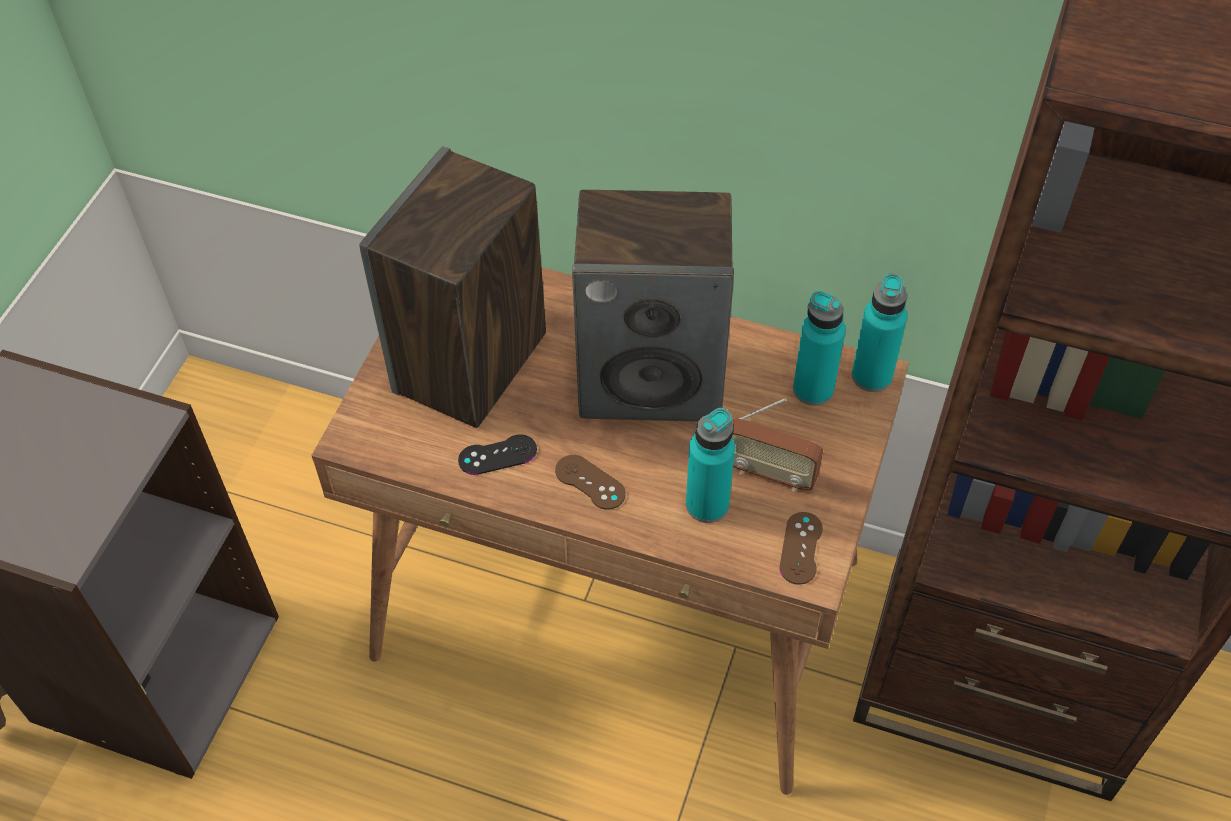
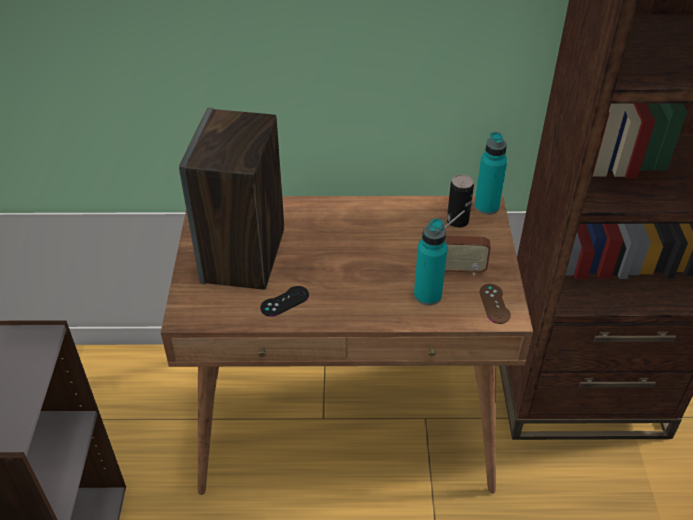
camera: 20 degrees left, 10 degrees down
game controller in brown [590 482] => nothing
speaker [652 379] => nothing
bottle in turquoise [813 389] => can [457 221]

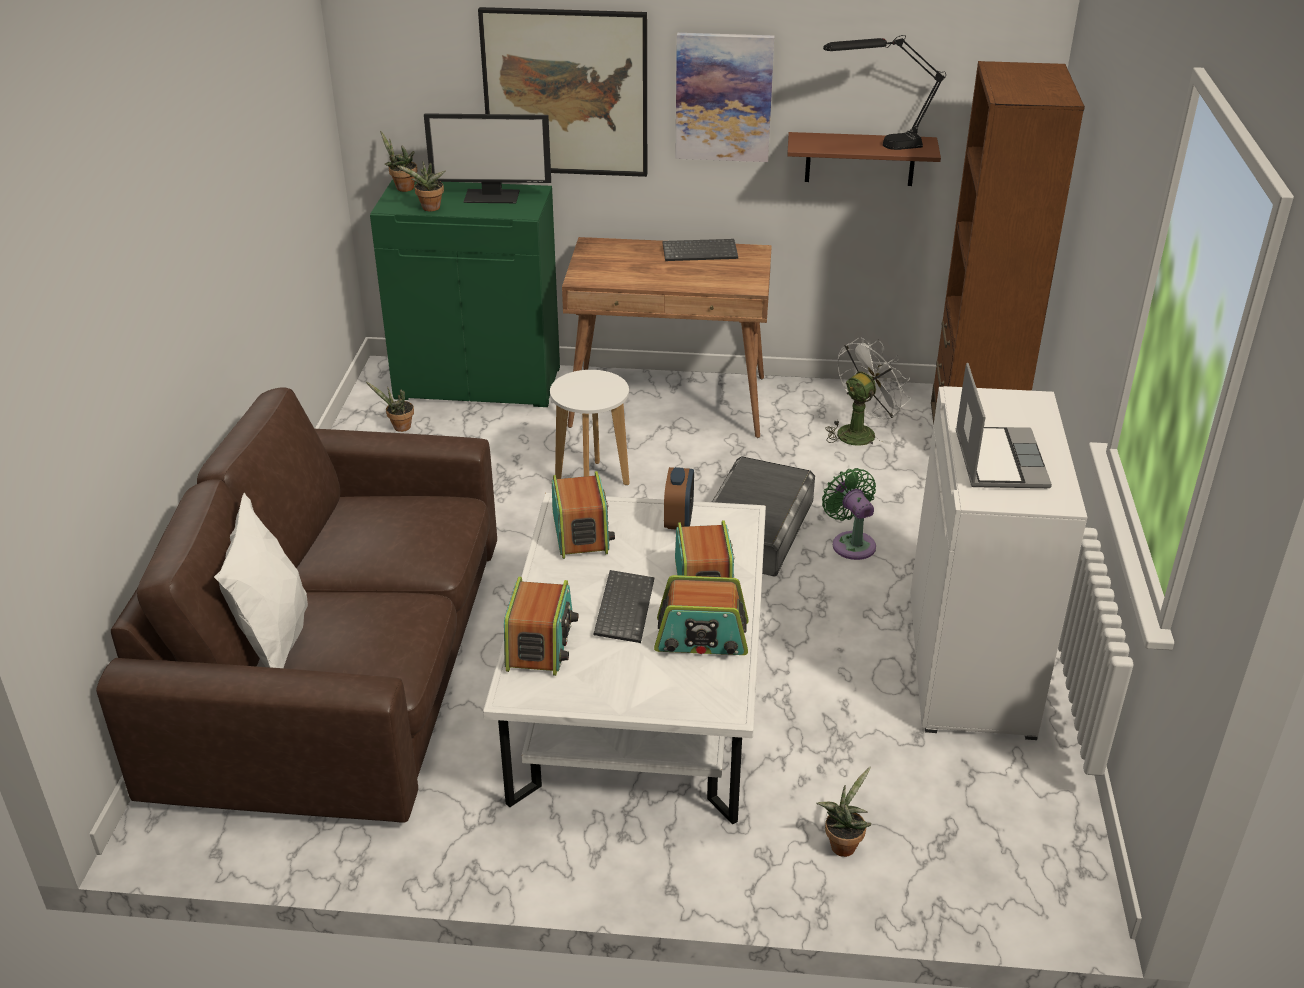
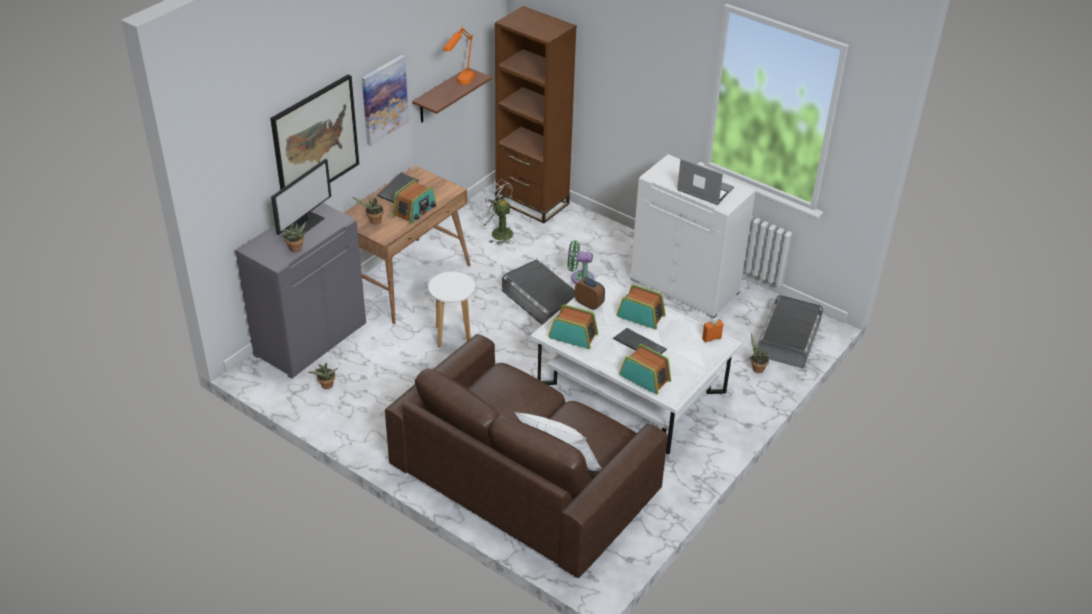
camera: 60 degrees left, 5 degrees up
cabinet in green [479 382] => cabinet in grey [310 339]
potted plant [402 188] => potted plant [374 222], moved
radio [701 637] => radio [415 211], moved
table lamp in black [877 146] => table lamp in orange [460 86]
fan in white [861 432] => fan in white [497 233], 45 degrees counterclockwise
nothing => bottle in orange [711 338]
nothing => storage box in grey [789 338]

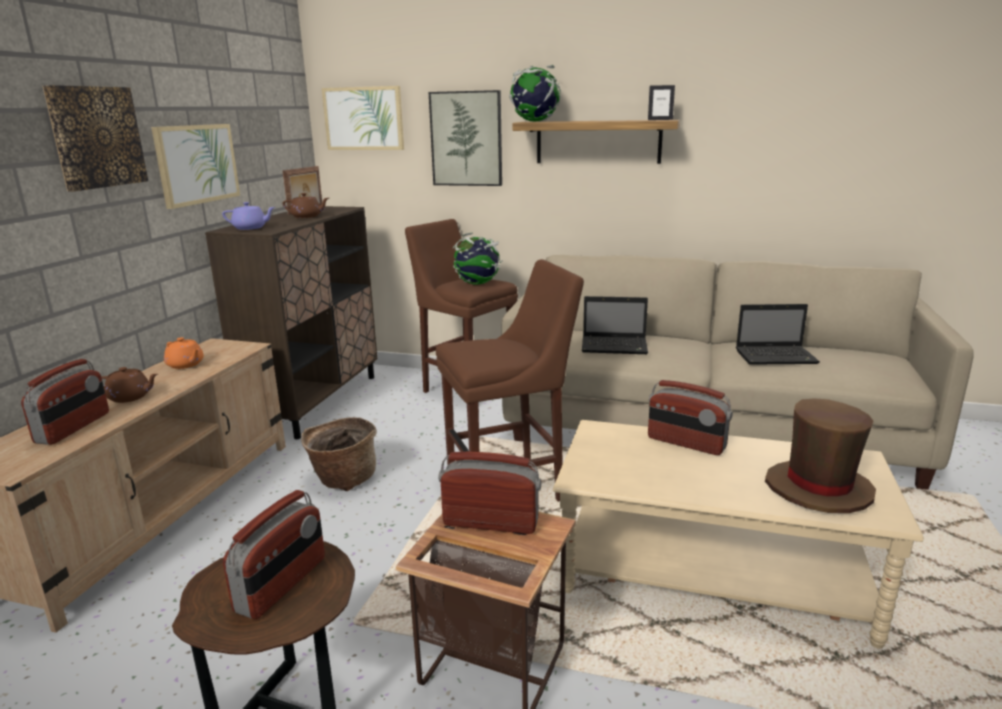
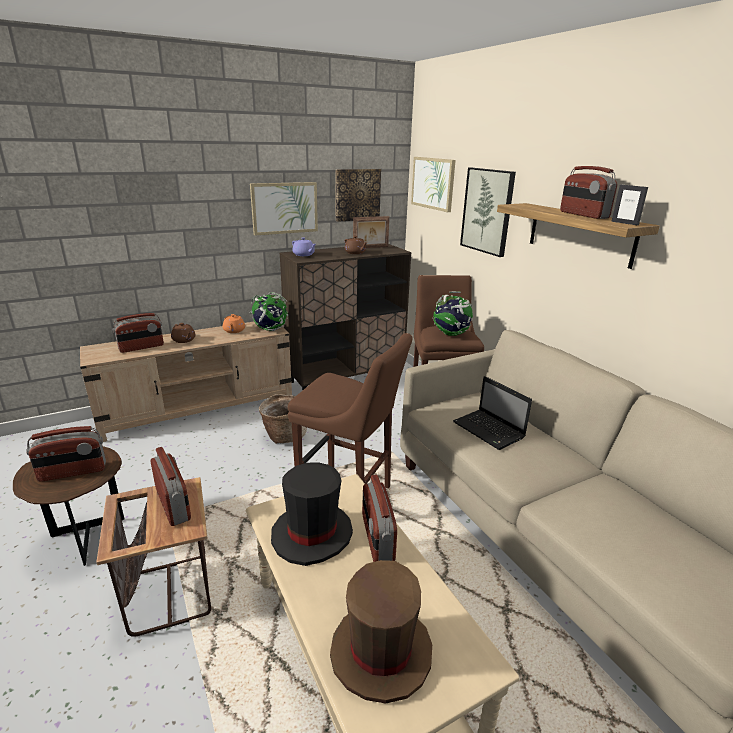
camera: 45 degrees right, 5 degrees up
picture [96 137] => picture [357 194], moved
globe [534 121] => globe [270 329], moved
laptop [777 357] => nothing
nothing => hat in black [312 534]
nothing => radio [583 215]

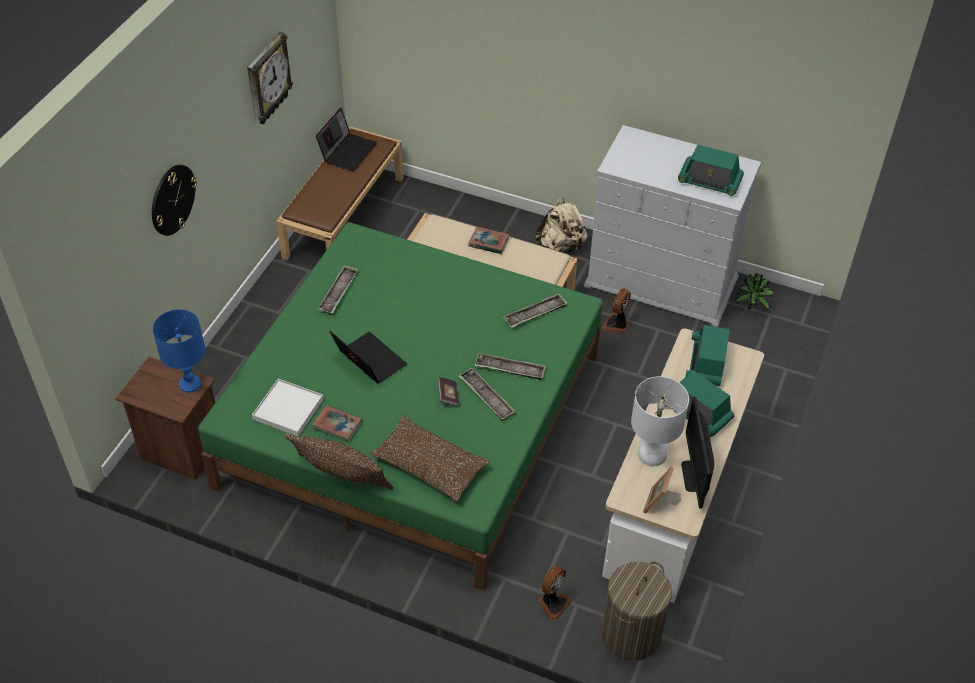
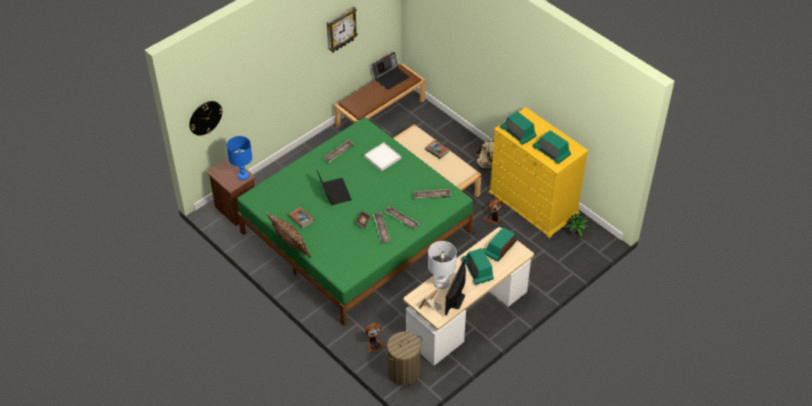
camera: 25 degrees right, 0 degrees up
wall clock [172 199] => wall clock [205 117], moved
tray in white [288 409] => tray in white [382 158], moved
pillow in brown [430 466] => nothing
dresser in white [661 282] => dresser in yellow [533 203]
nothing => radio [518 133]

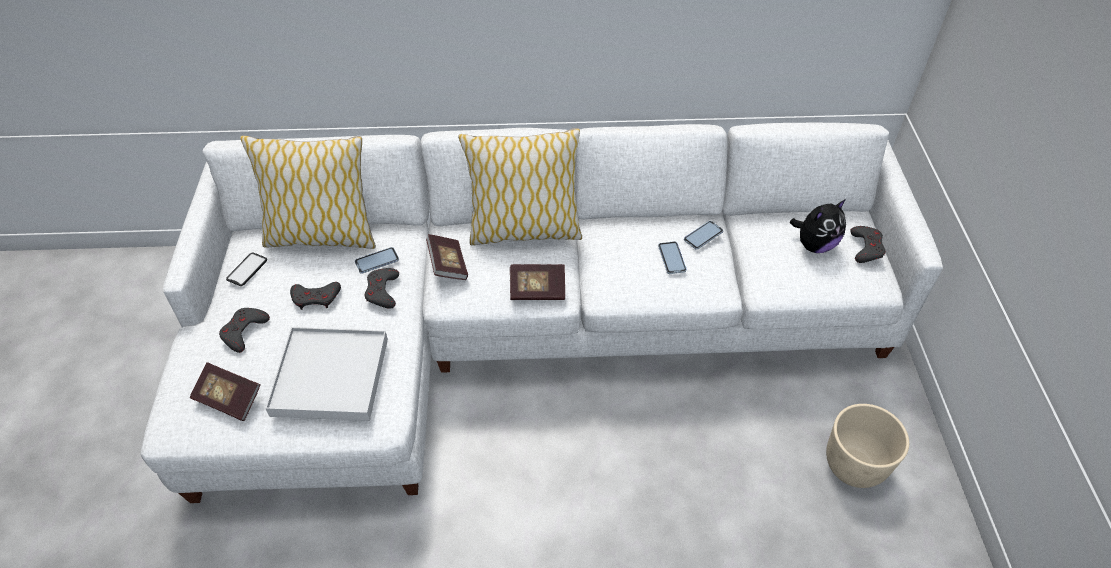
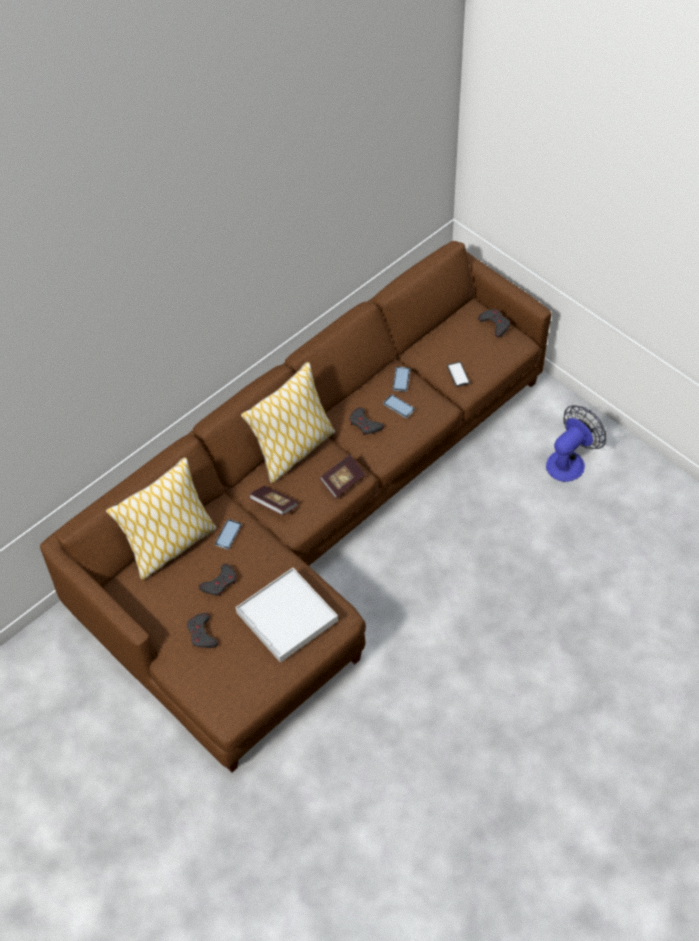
camera: 40 degrees left, 5 degrees up
sofa in white [515 328] => sofa in brown [308 523]
book [229 399] => nothing
phone [247 270] => phone [458 374], moved
game controller in grey [382 291] => game controller in grey [365 424], moved
plush toy [814 245] => nothing
planter in beige [852 465] => fan [570 461]

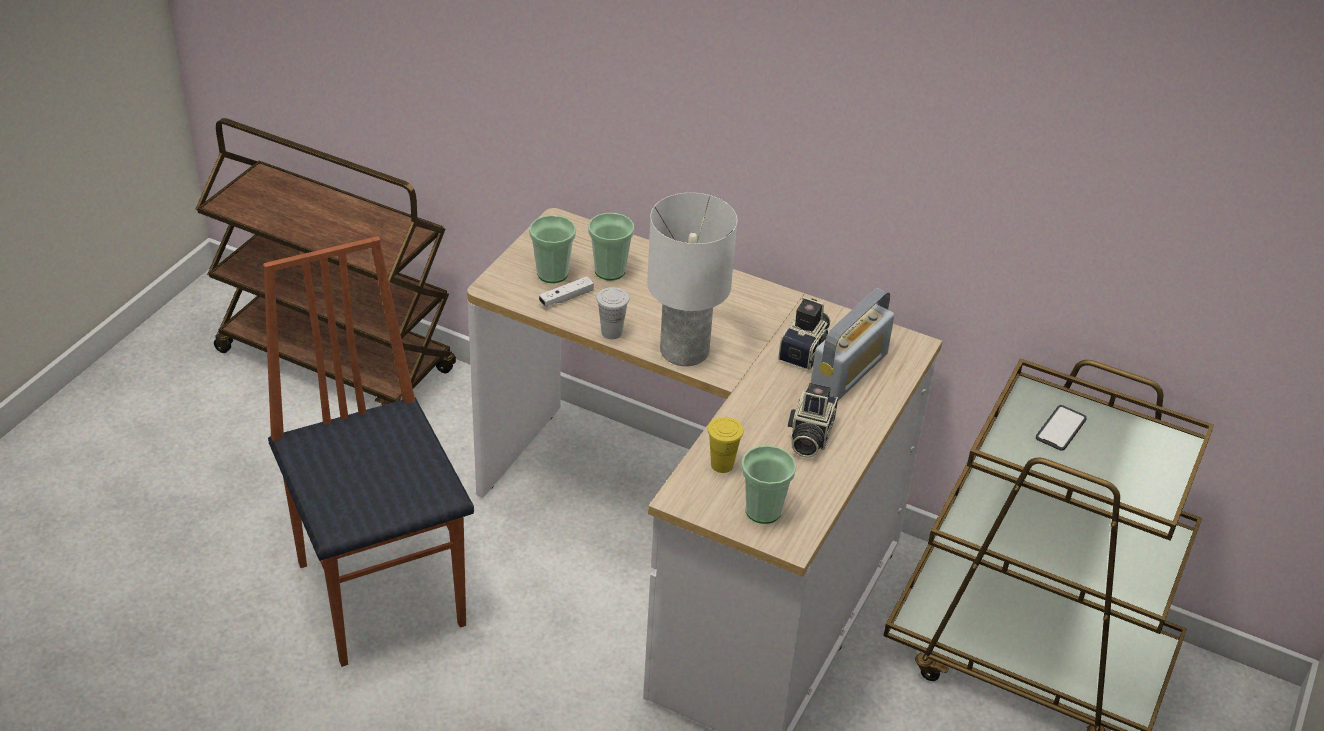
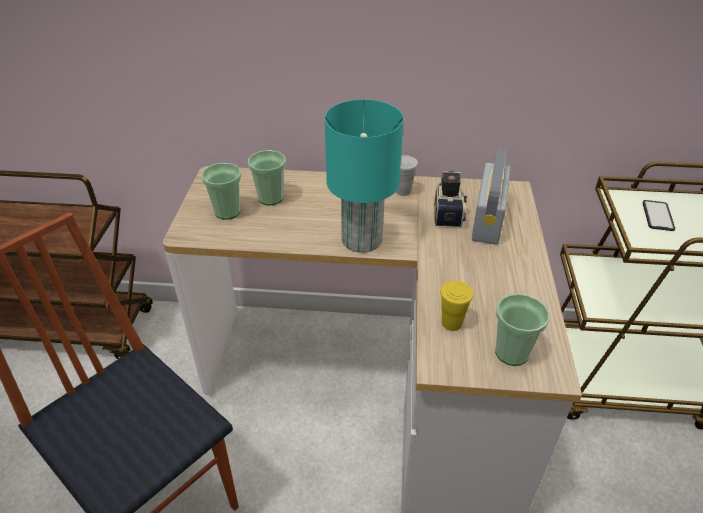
camera: 20 degrees left, 0 degrees up
game controller in white [566 298] => nothing
cup in white [611 332] => cup in white [403 191], moved
table lamp in white [684 350] => table lamp in turquoise [361 239]
photo camera [808 436] => nothing

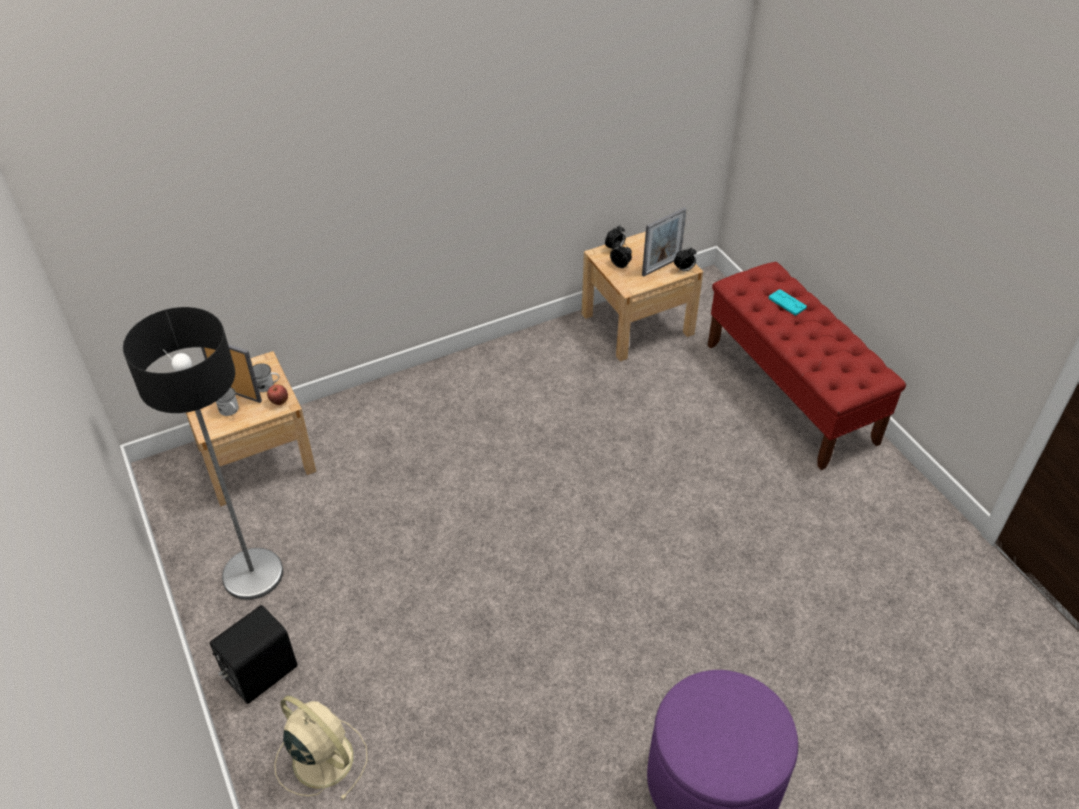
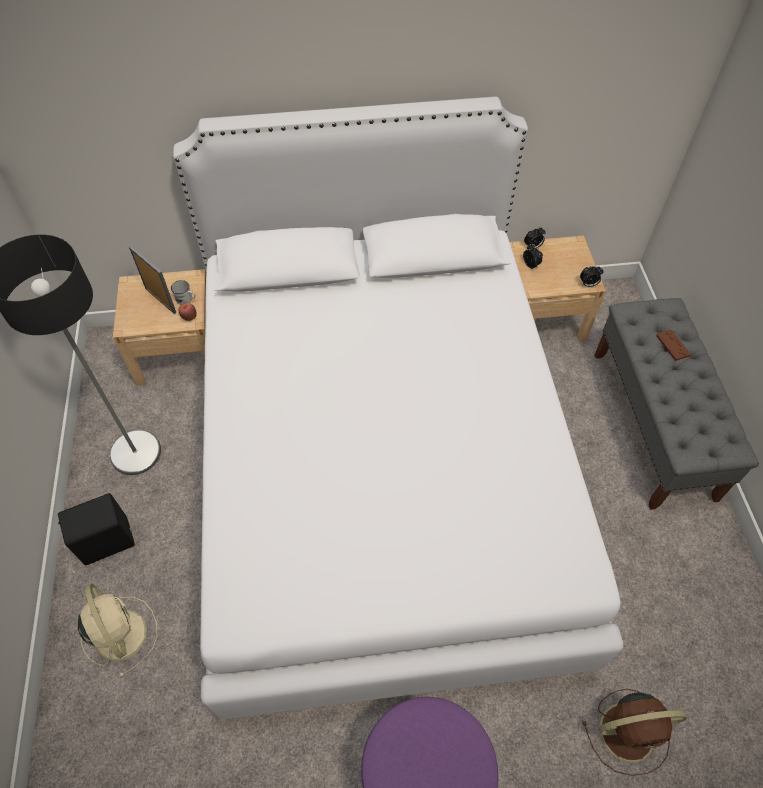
camera: 20 degrees right, 10 degrees up
mug in white [230 411] => nothing
picture frame [661 266] => nothing
bench in red [790 393] => bench in grey [652 424]
game controller in turquoise [787 303] => game controller in brown [672 345]
nothing => bed in white [381 470]
nothing => fan in brown [629 731]

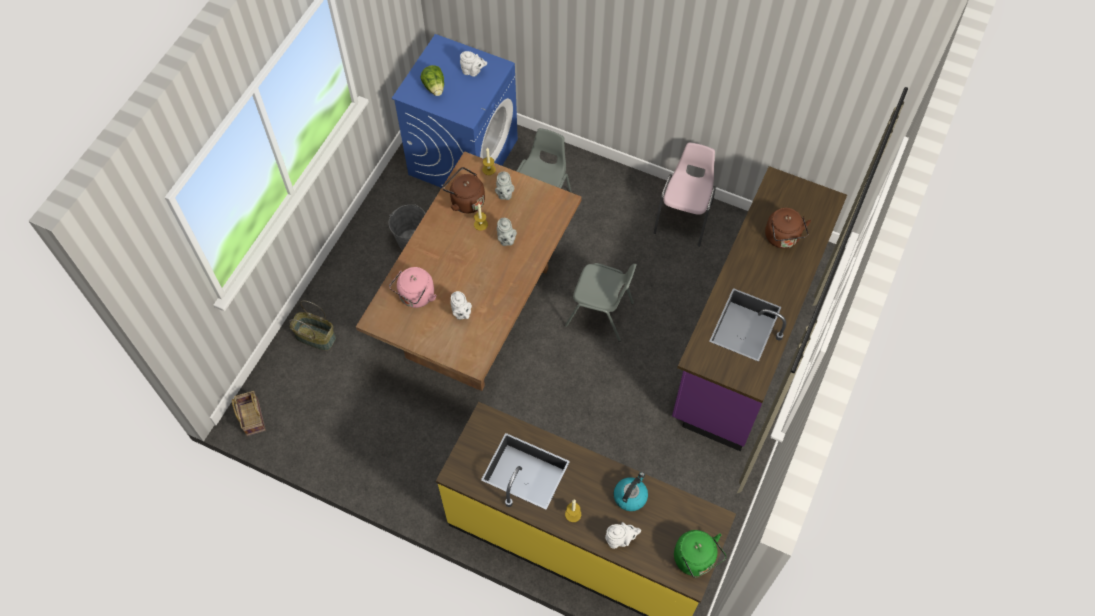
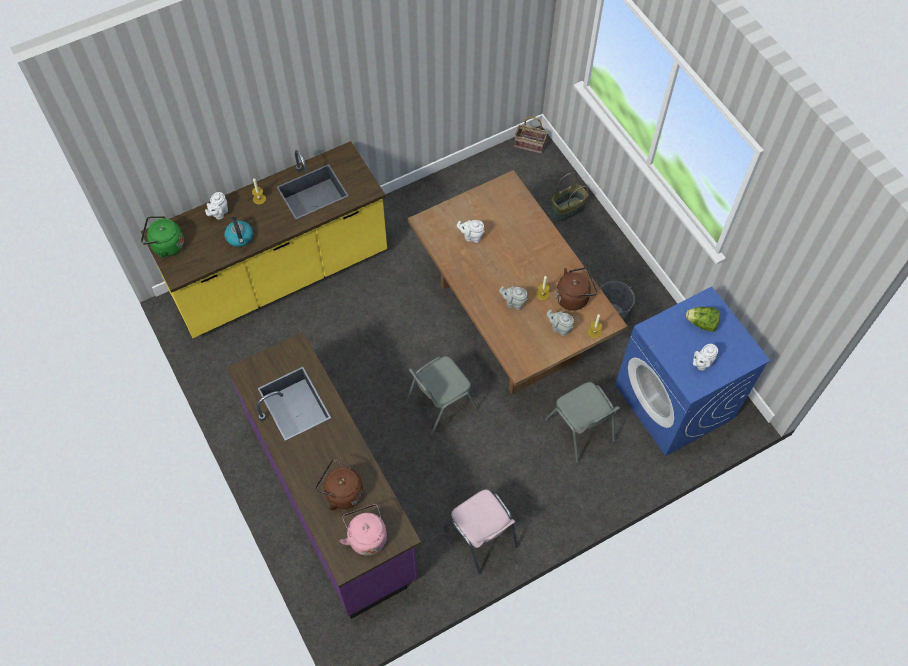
camera: 125 degrees right, 0 degrees up
kettle in pink [415 297] => kettle in pink [366 536], moved

